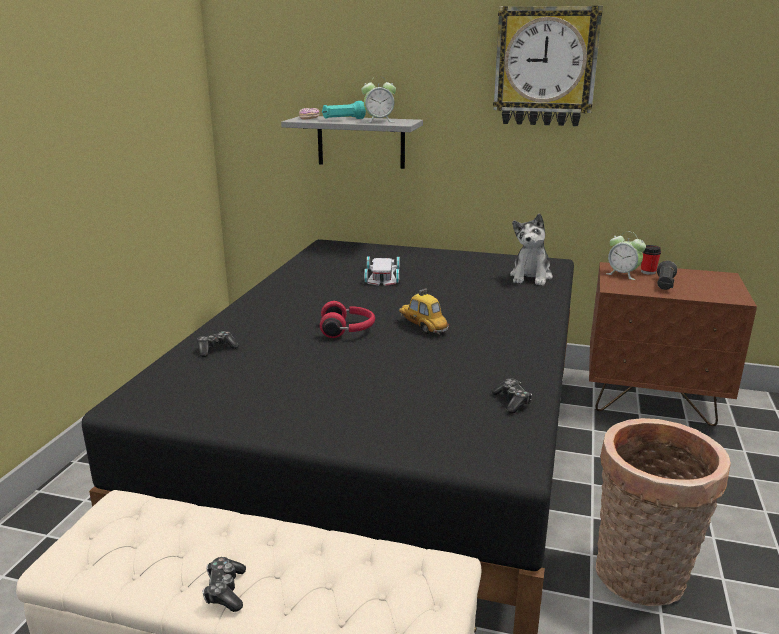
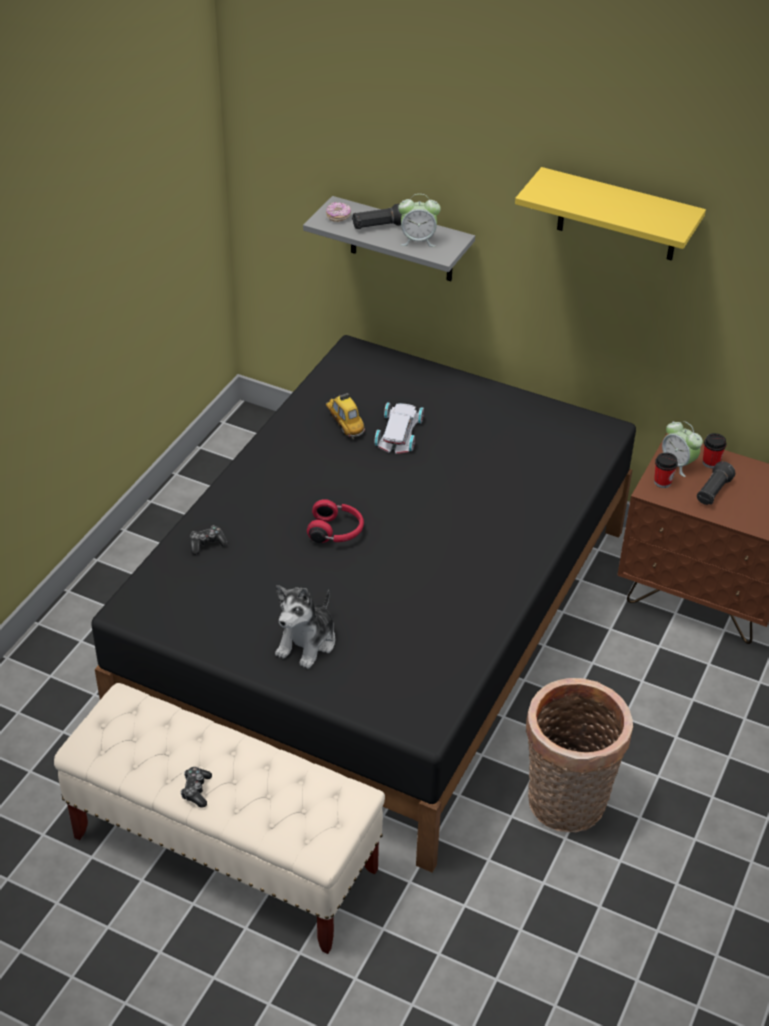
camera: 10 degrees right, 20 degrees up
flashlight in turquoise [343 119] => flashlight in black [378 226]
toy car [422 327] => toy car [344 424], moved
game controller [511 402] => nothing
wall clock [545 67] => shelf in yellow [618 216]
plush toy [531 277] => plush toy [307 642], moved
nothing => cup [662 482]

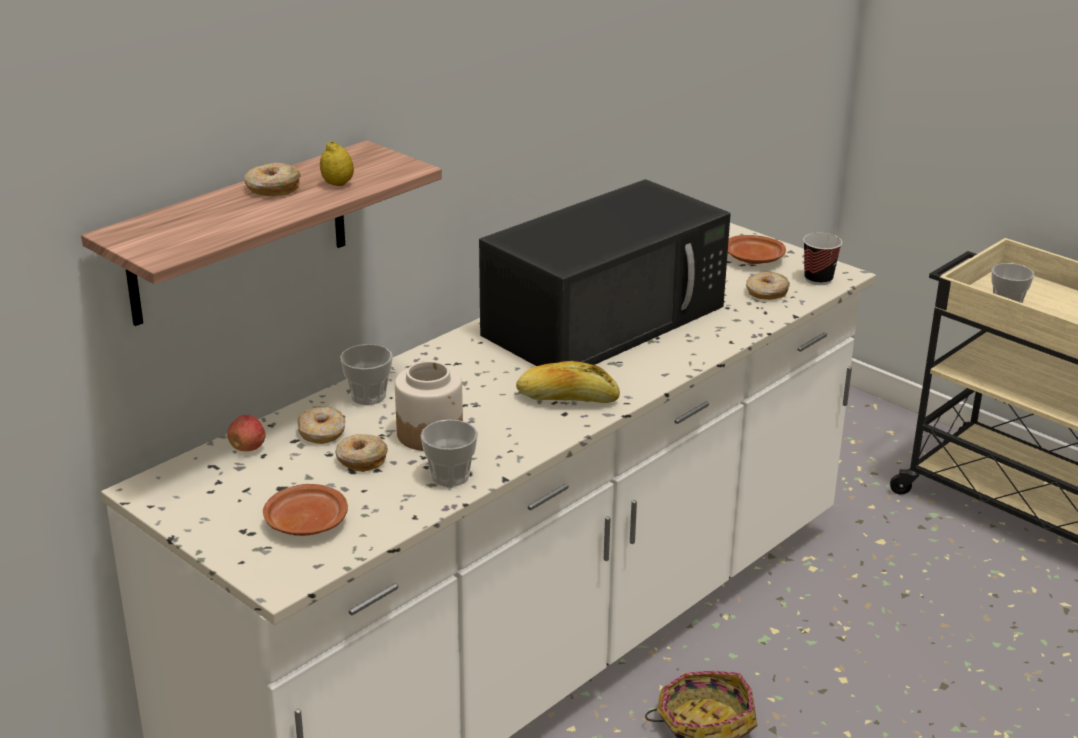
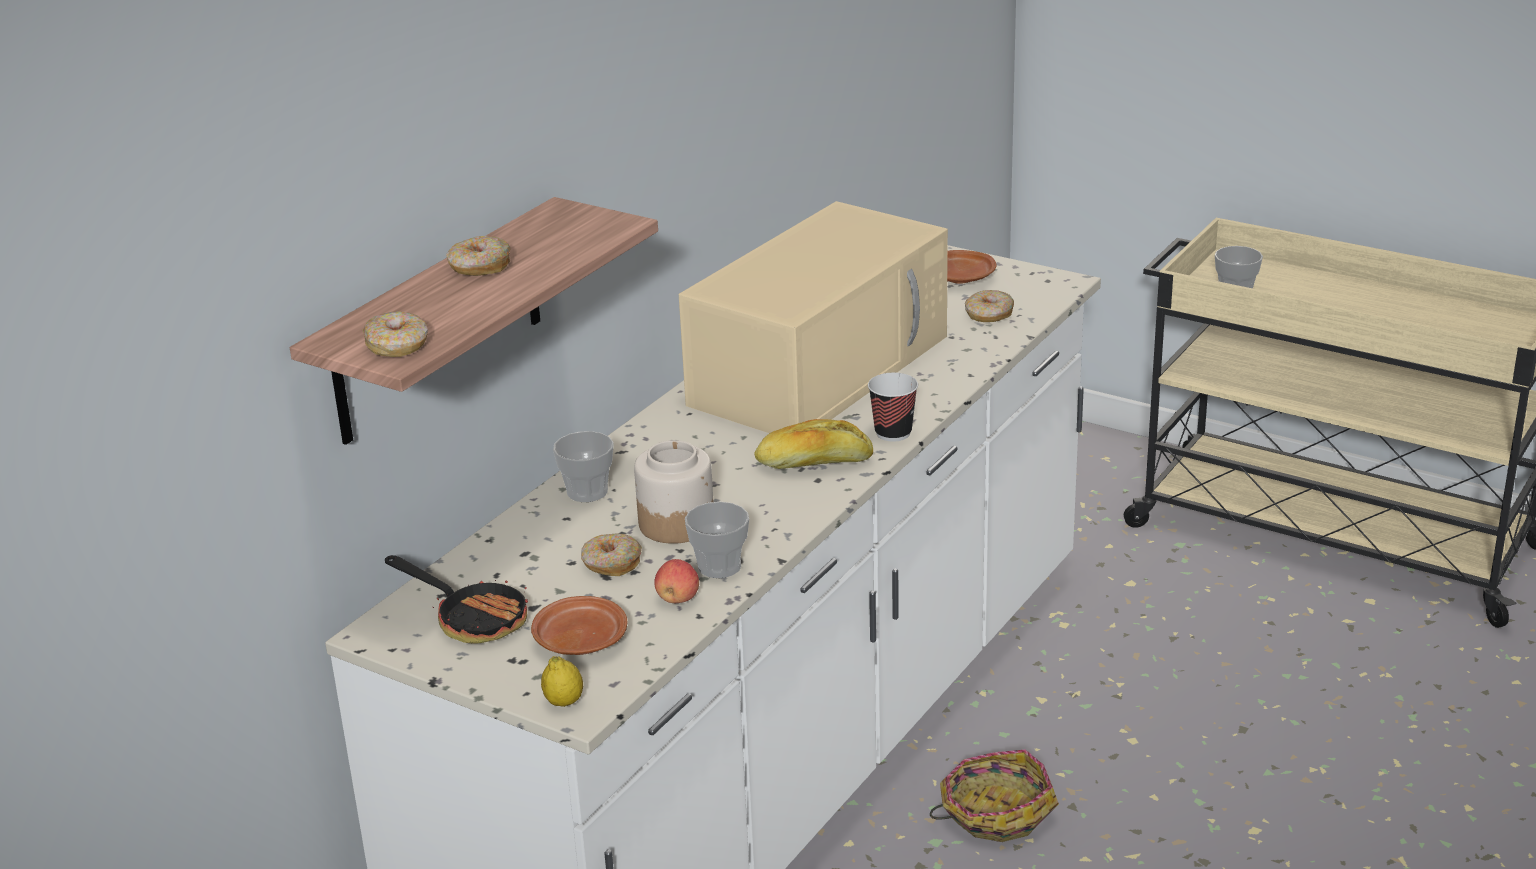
camera: 10 degrees left, 0 degrees up
apple [248 448] => apple [678 598], moved
donut [322 433] => donut [397 345], moved
lemon [337 184] => lemon [564 702], moved
microwave in black [606 319] => microwave in beige [821 368]
cup [818 279] => cup [893 433], moved
nothing => frying pan [472 618]

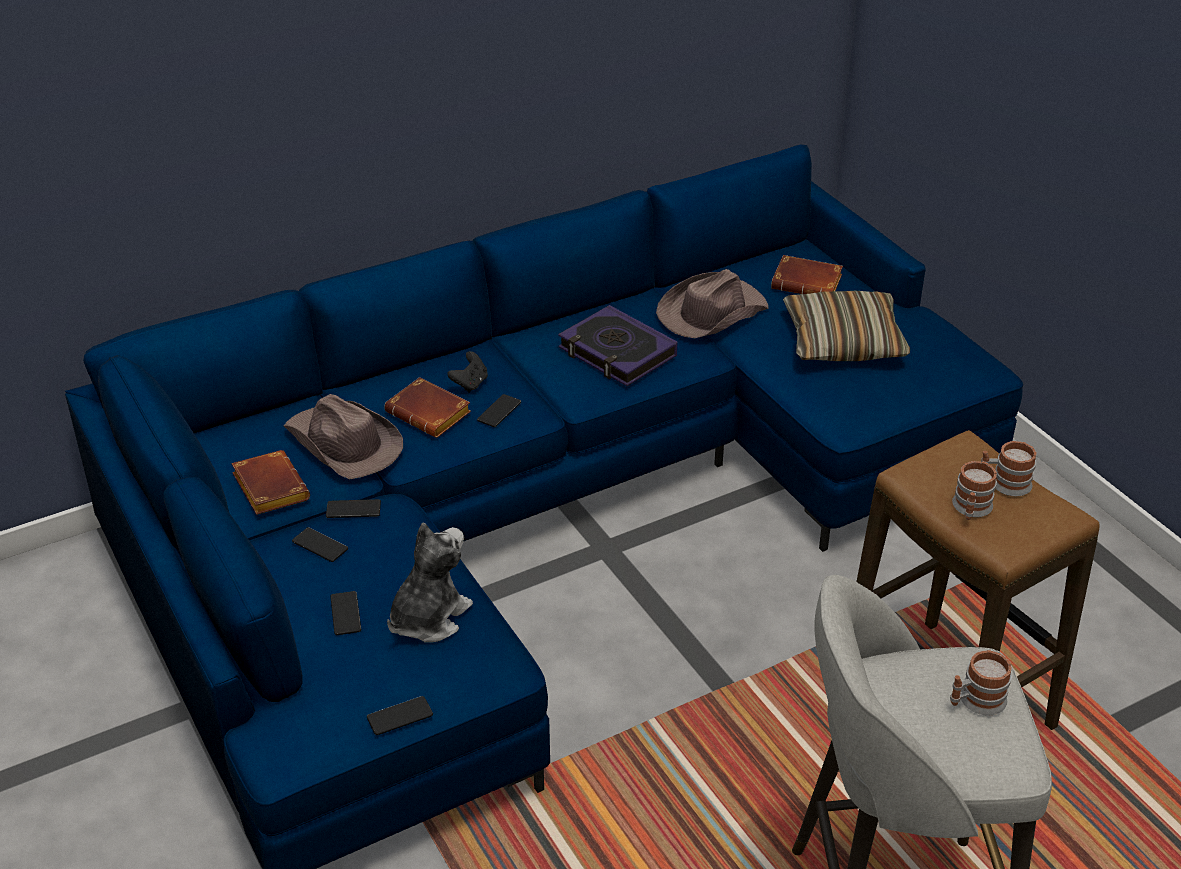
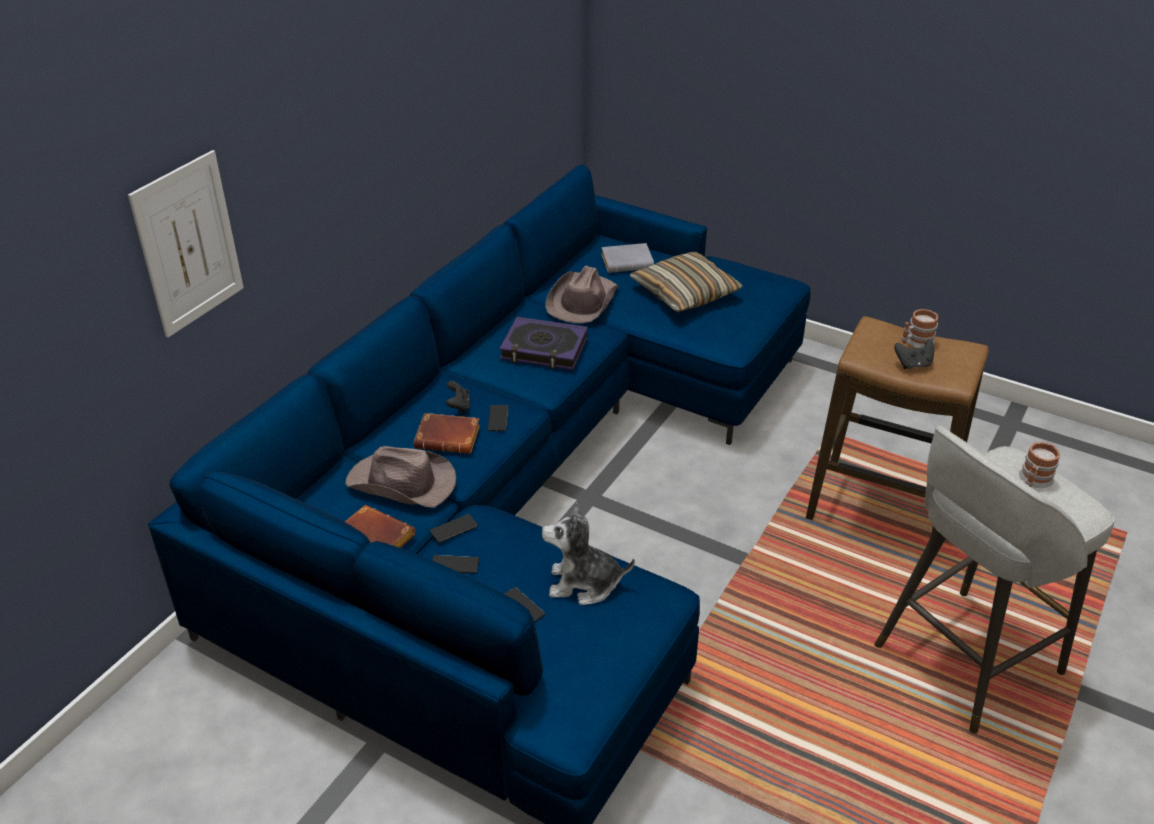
camera: 30 degrees left, 0 degrees up
phone [400 716] => nothing
plush toy [428 618] => plush toy [584 584], 90 degrees counterclockwise
book in brown [808 283] => book in grey [628 262]
mug [971 509] => game controller in black [913 364]
nothing => picture [188 244]

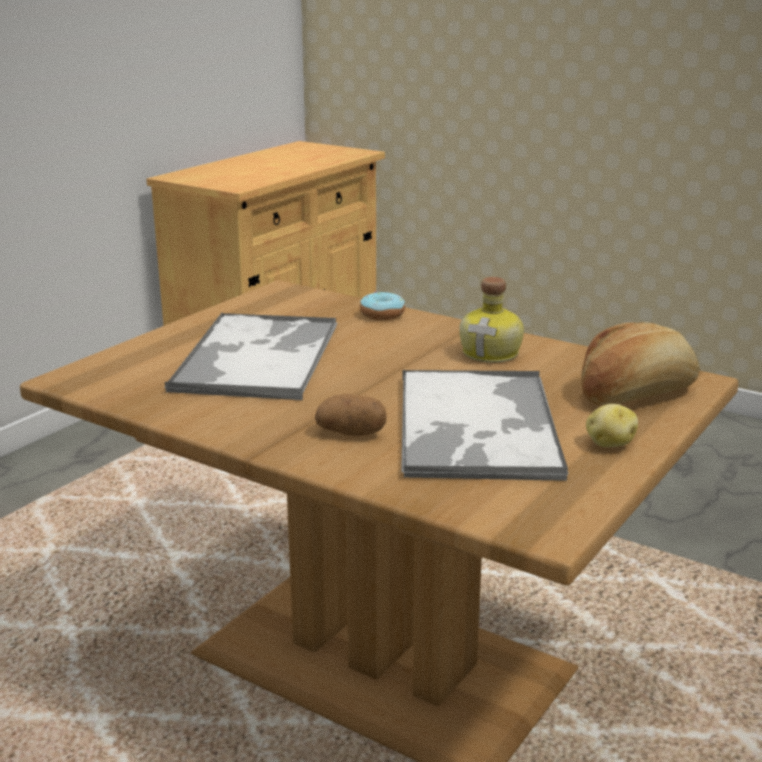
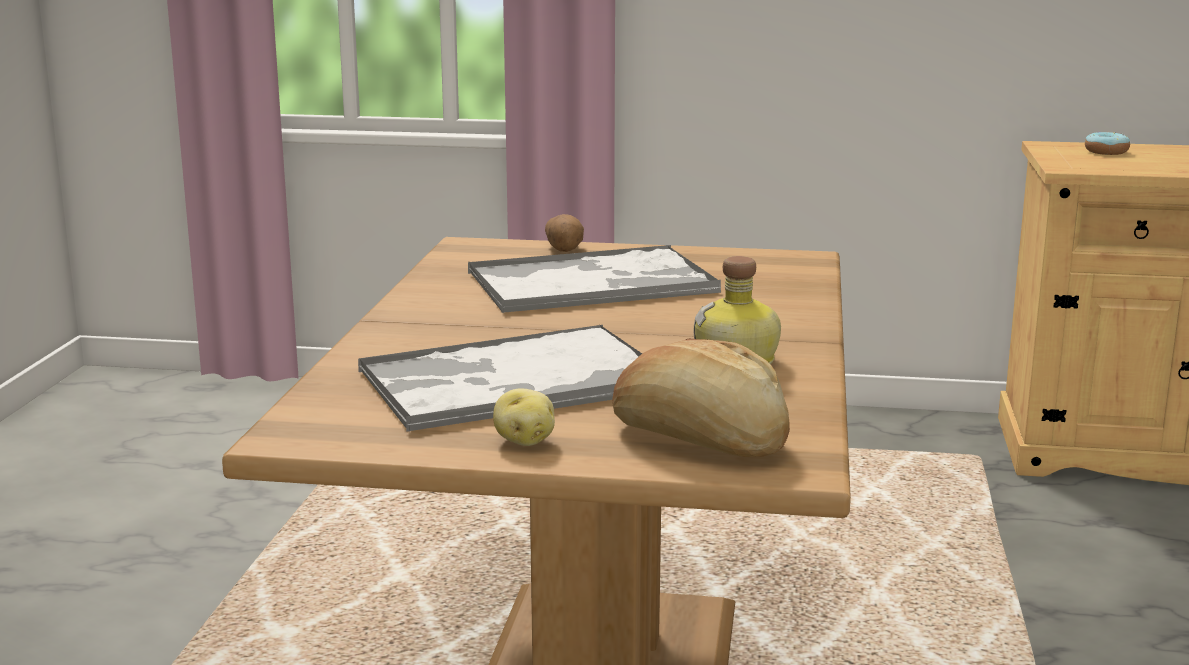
camera: 65 degrees right, 5 degrees down
potato [352 433] => potato [564 250], moved
donut [382 314] => donut [1106 152], moved

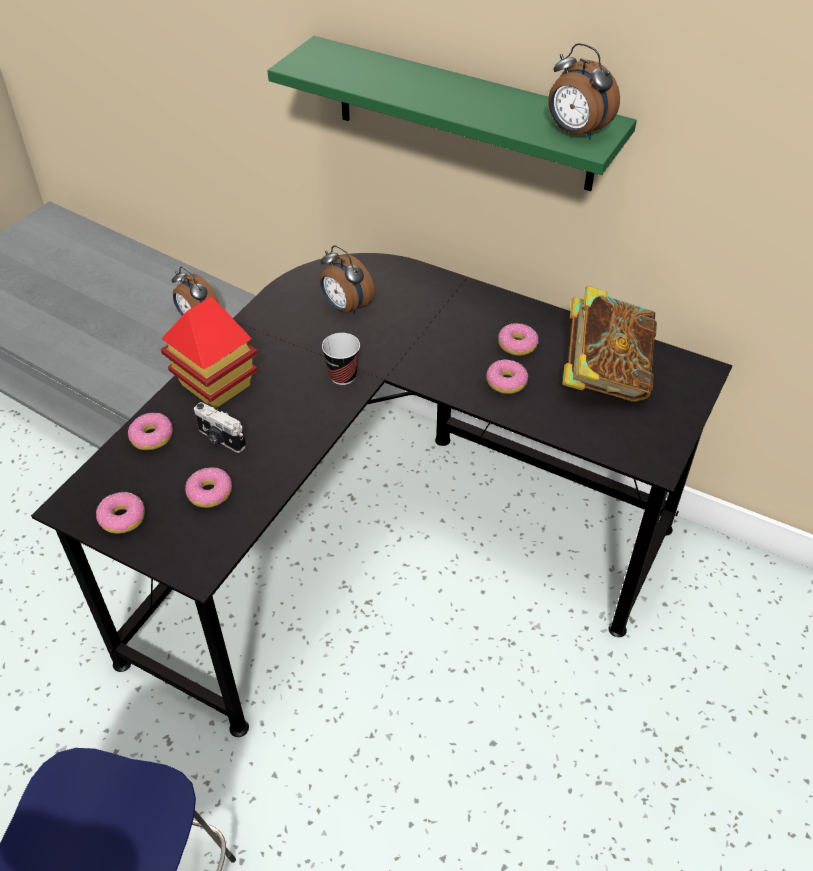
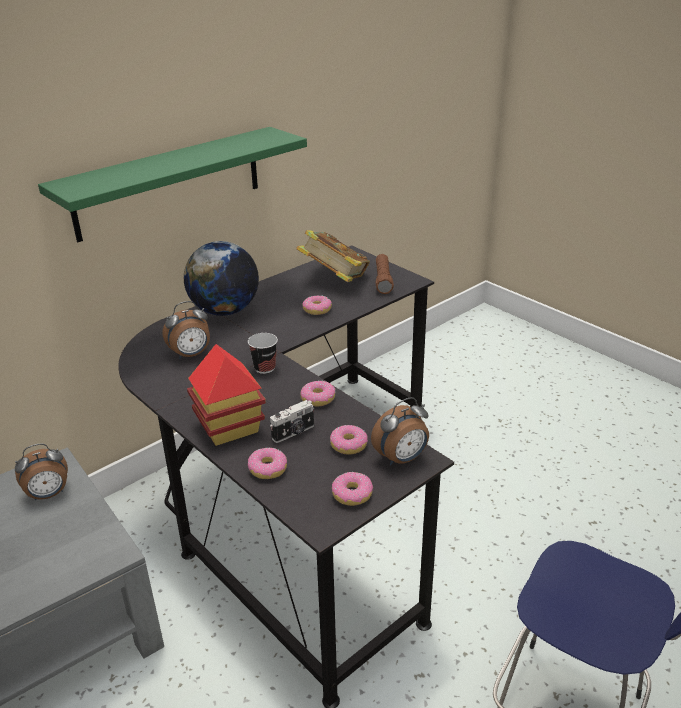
camera: 70 degrees left, 15 degrees down
donut [517 345] => donut [318 398], moved
alarm clock [576 132] => alarm clock [402 459], moved
nothing => globe [225 311]
nothing => flashlight in brown [383 280]

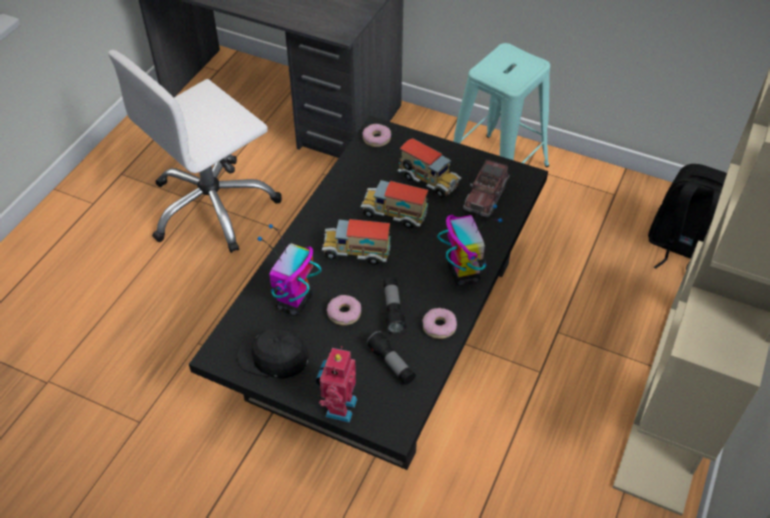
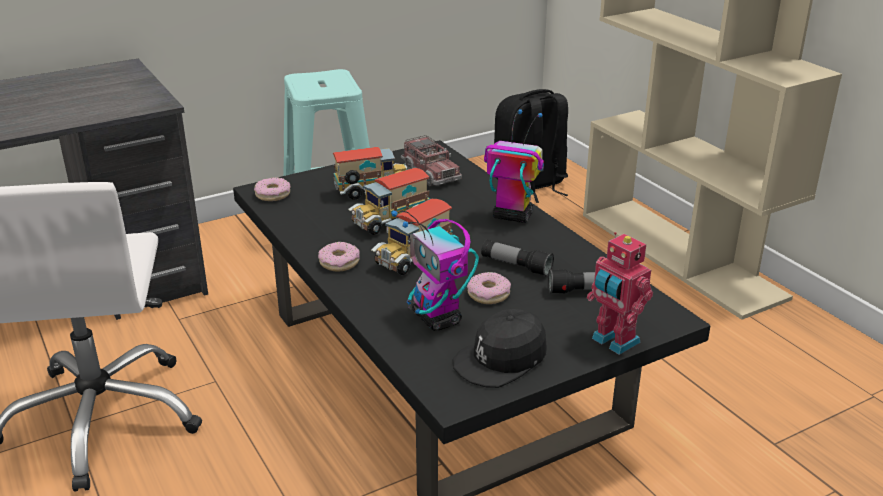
camera: 55 degrees left, 20 degrees down
donut [439 327] => donut [339 262], moved

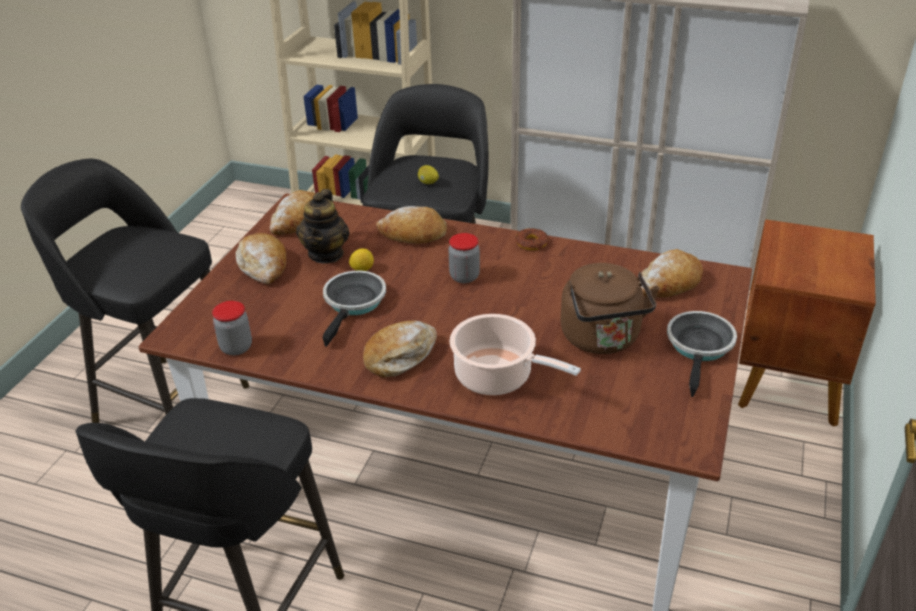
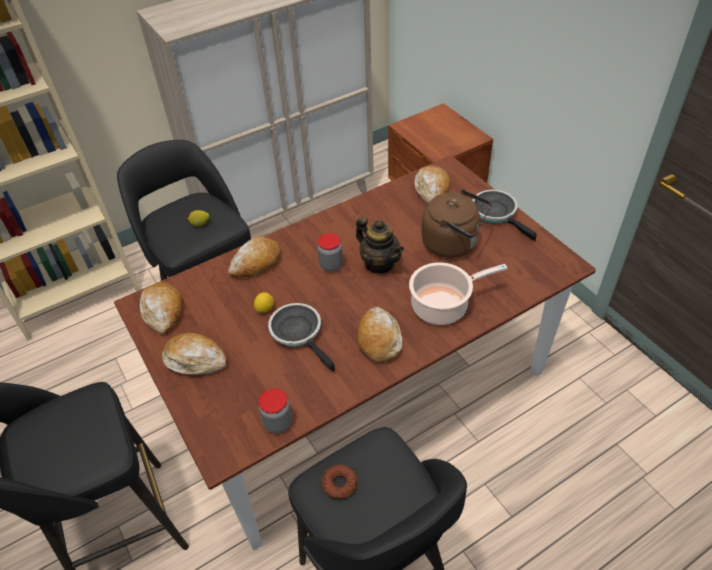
camera: 50 degrees left, 10 degrees up
teapot [326 254] => teapot [379 264], moved
donut [531 243] => donut [340 483], moved

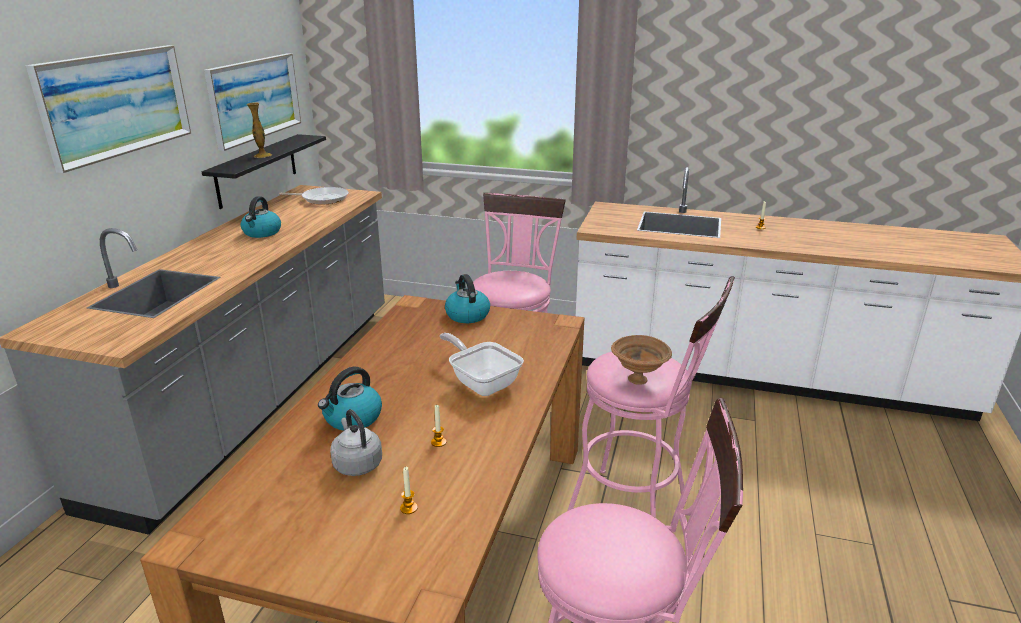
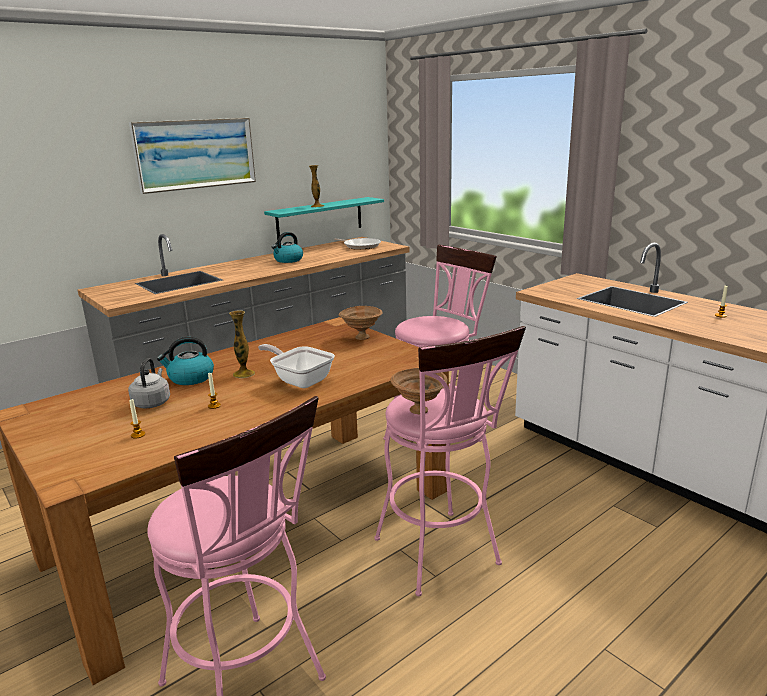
camera: 35 degrees right, 5 degrees down
shelf in black [257 170] => shelf in turquoise [320 219]
picture [254 99] => nothing
frying pan [482 382] => frying pan [300 380], 45 degrees counterclockwise
kettle [467 315] => bowl in brown [361 337]
nothing => vase [244 374]

